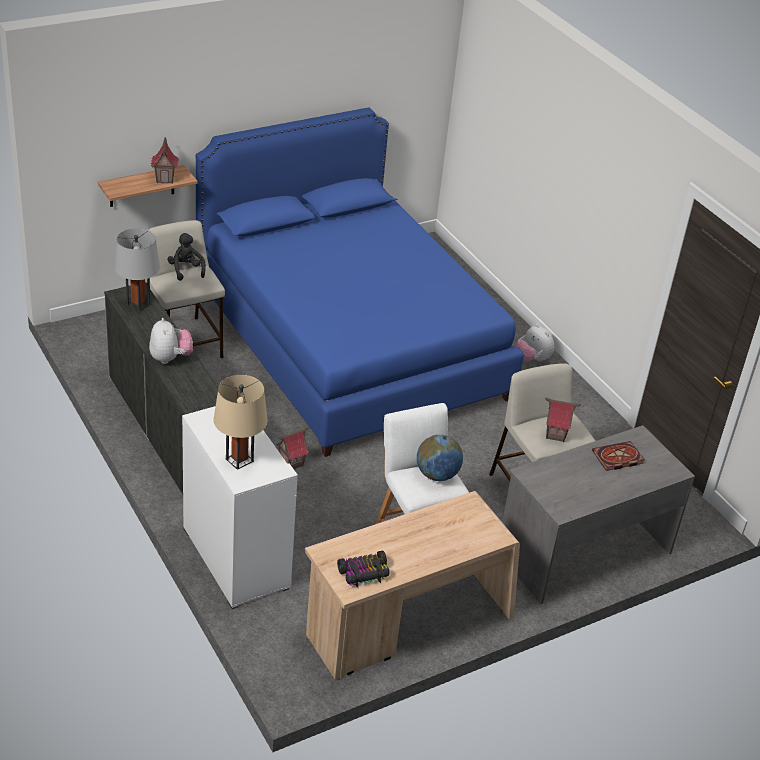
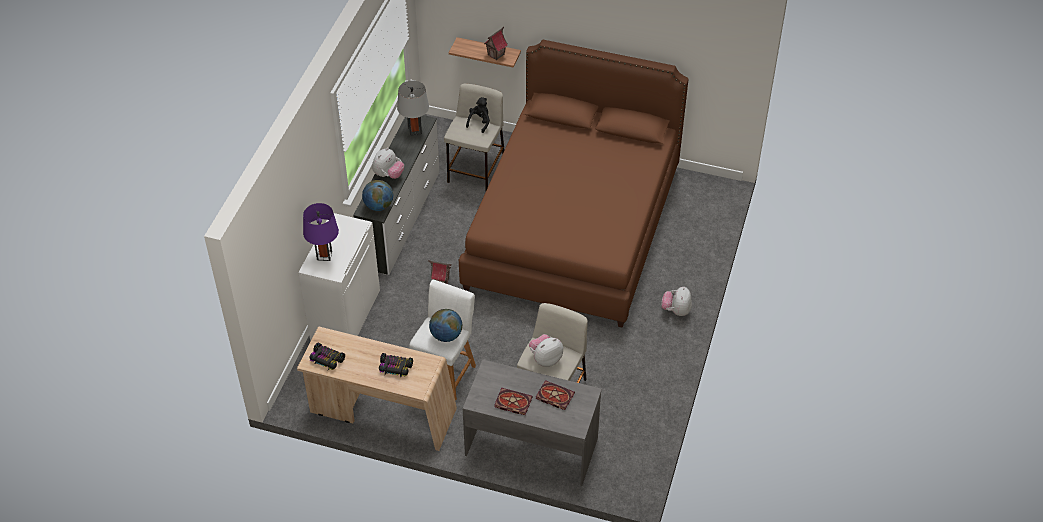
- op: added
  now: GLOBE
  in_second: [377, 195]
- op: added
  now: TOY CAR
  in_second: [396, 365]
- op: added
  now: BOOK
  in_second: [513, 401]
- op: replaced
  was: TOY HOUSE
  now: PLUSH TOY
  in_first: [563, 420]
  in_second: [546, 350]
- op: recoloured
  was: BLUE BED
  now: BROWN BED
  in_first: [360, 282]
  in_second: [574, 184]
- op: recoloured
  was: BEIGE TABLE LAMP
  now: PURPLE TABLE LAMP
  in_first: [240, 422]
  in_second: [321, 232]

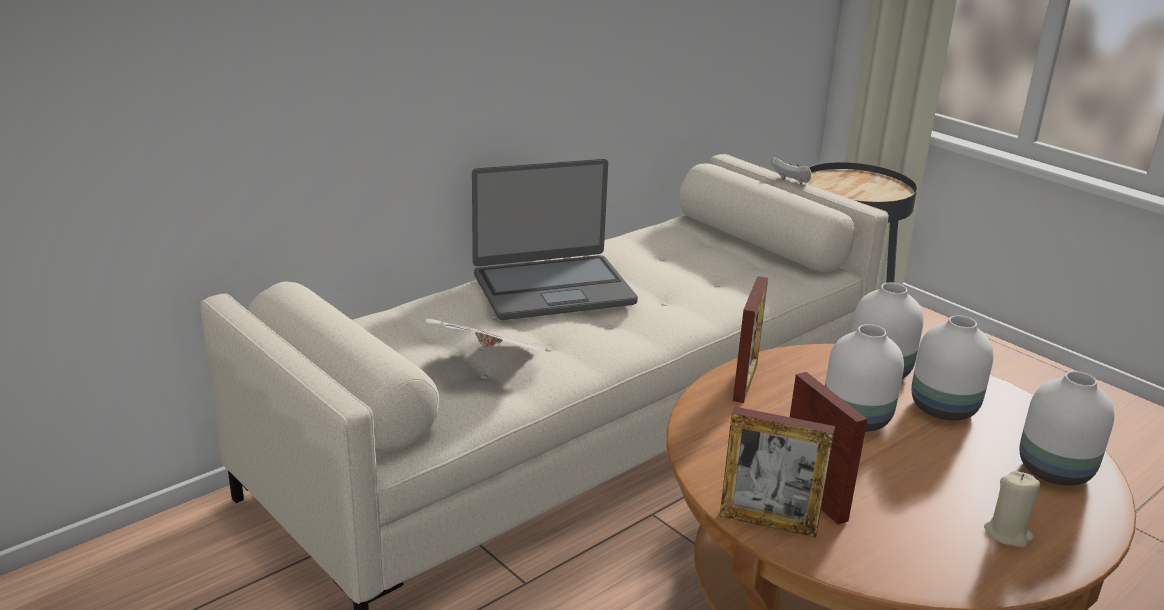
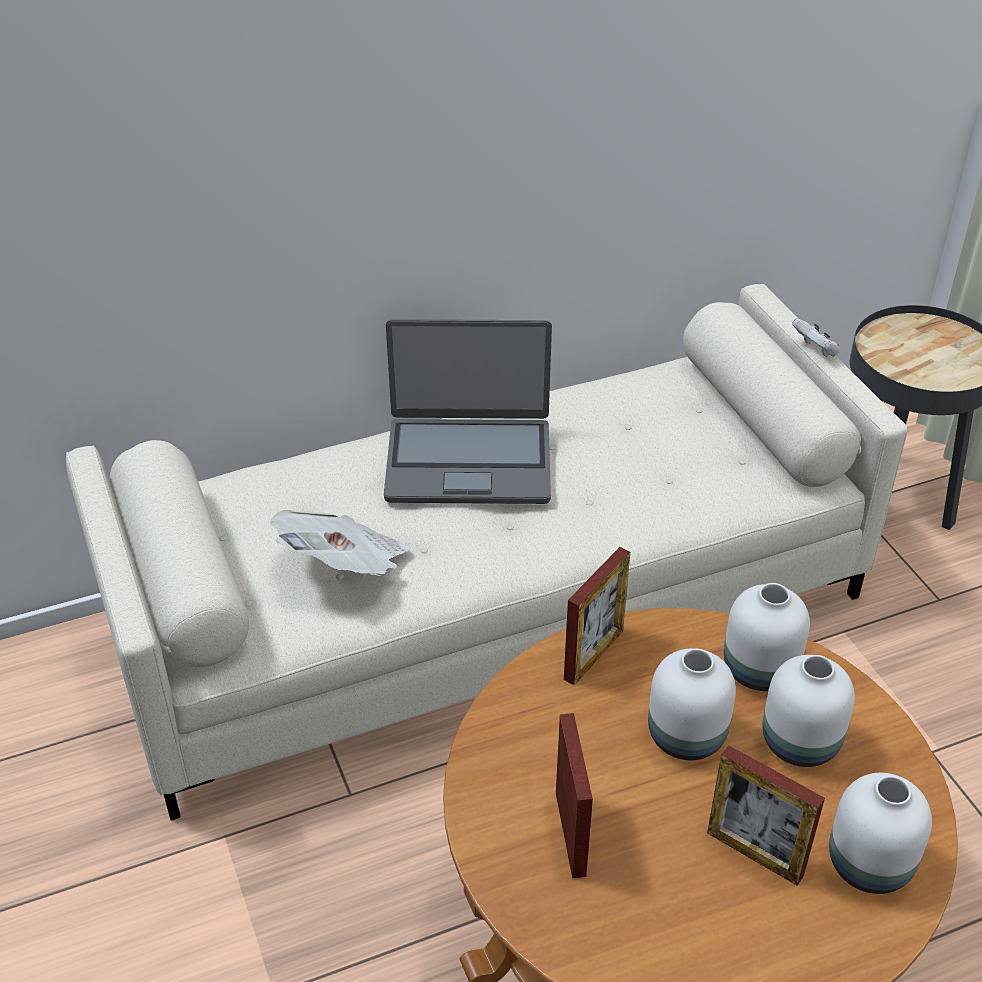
- op: removed
  was: BEIGE CANDLE
  in_first: [1012, 509]
- op: moved
  was: PICTURE FRAME
  in_first: [777, 472]
  in_second: [766, 815]

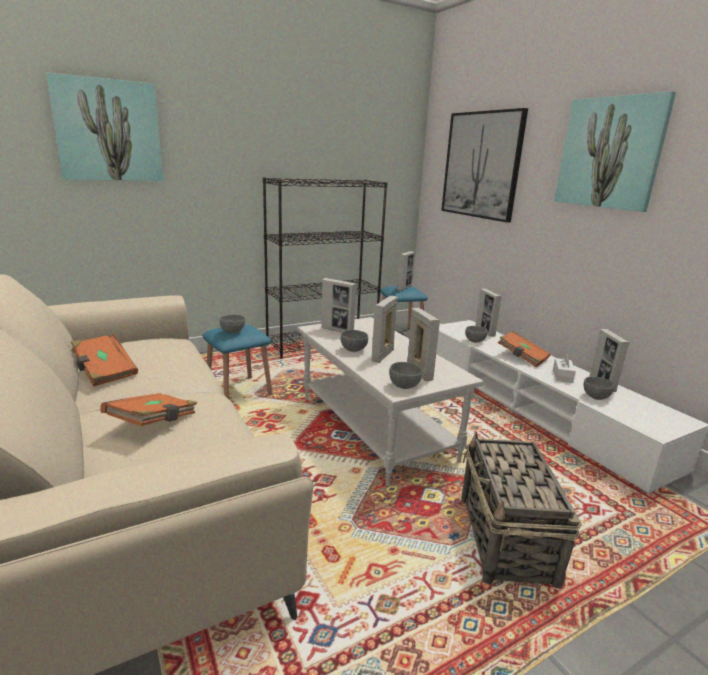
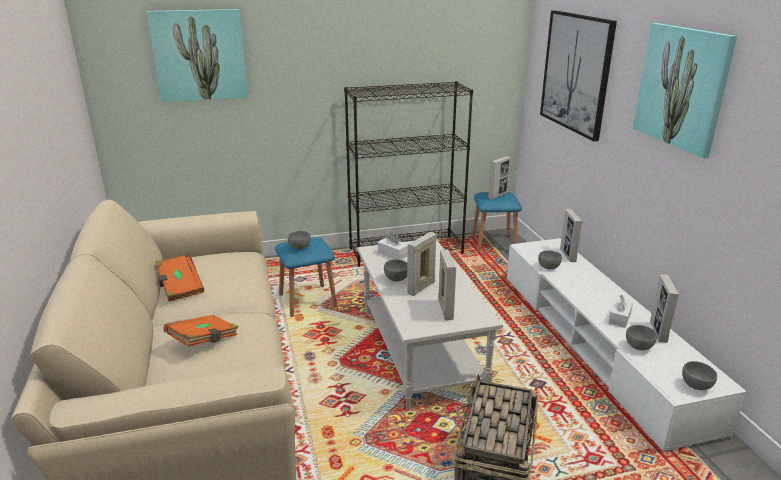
- op: removed
  was: ORANGE BOOK
  in_first: [524, 349]
- op: moved
  was: GREY BOWL
  in_first: [405, 375]
  in_second: [699, 375]
- op: replaced
  was: PICTURE FRAME
  now: WHITE TISSUE BOX
  in_first: [339, 305]
  in_second: [393, 246]

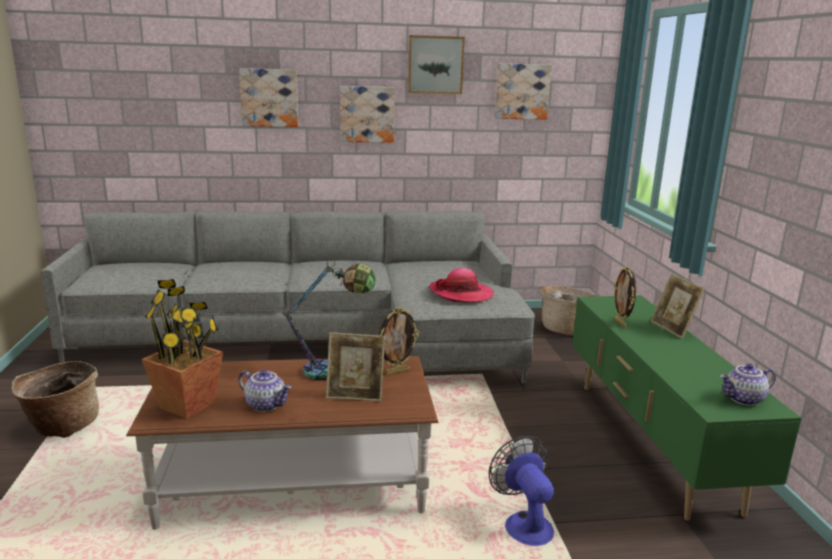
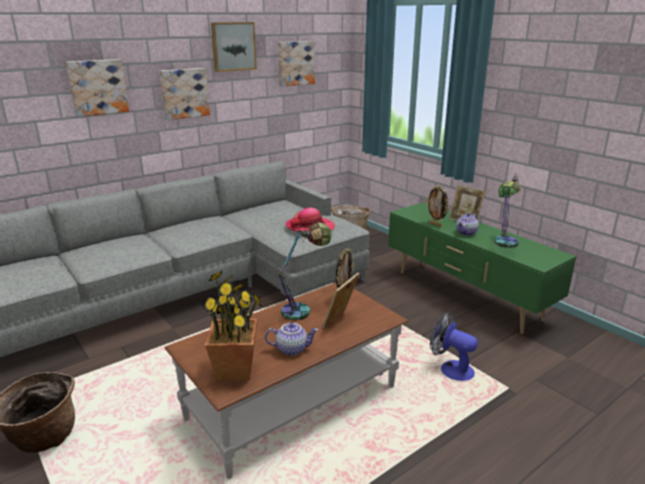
- op: added
  now: TABLE LAMP
  in_second: [507, 210]
- op: moved
  was: TEAPOT
  in_first: [748, 385]
  in_second: [467, 224]
- op: turned
  was: PICTURE FRAME
  in_first: [355, 367]
  in_second: [341, 300]
  clockwise: 150

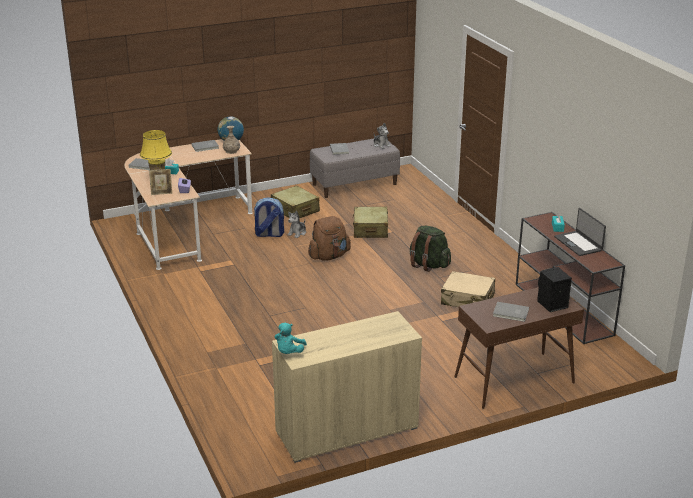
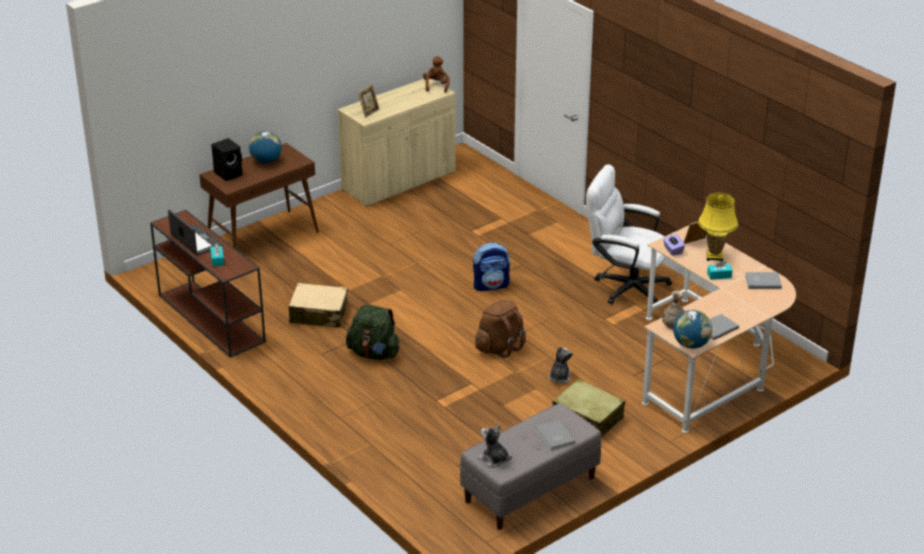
- op: removed
  was: BEIGE SUITCASE
  in_first: [370, 222]
- op: added
  now: PICTURE FRAME
  in_second: [369, 101]
- op: added
  now: WHITE OFFICE CHAIR
  in_second: [629, 234]
- op: moved
  was: BACKPACK
  in_first: [268, 217]
  in_second: [491, 266]
- op: replaced
  was: GREY BOOK
  now: GLOBE
  in_first: [511, 312]
  in_second: [265, 147]
- op: recoloured
  was: TURQUOISE PLUSH TOY
  now: BROWN PLUSH TOY
  in_first: [290, 338]
  in_second: [436, 74]

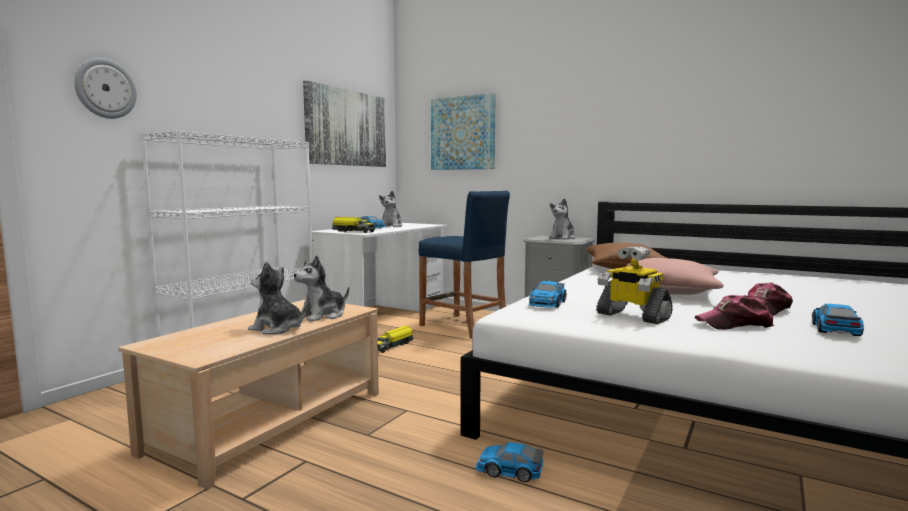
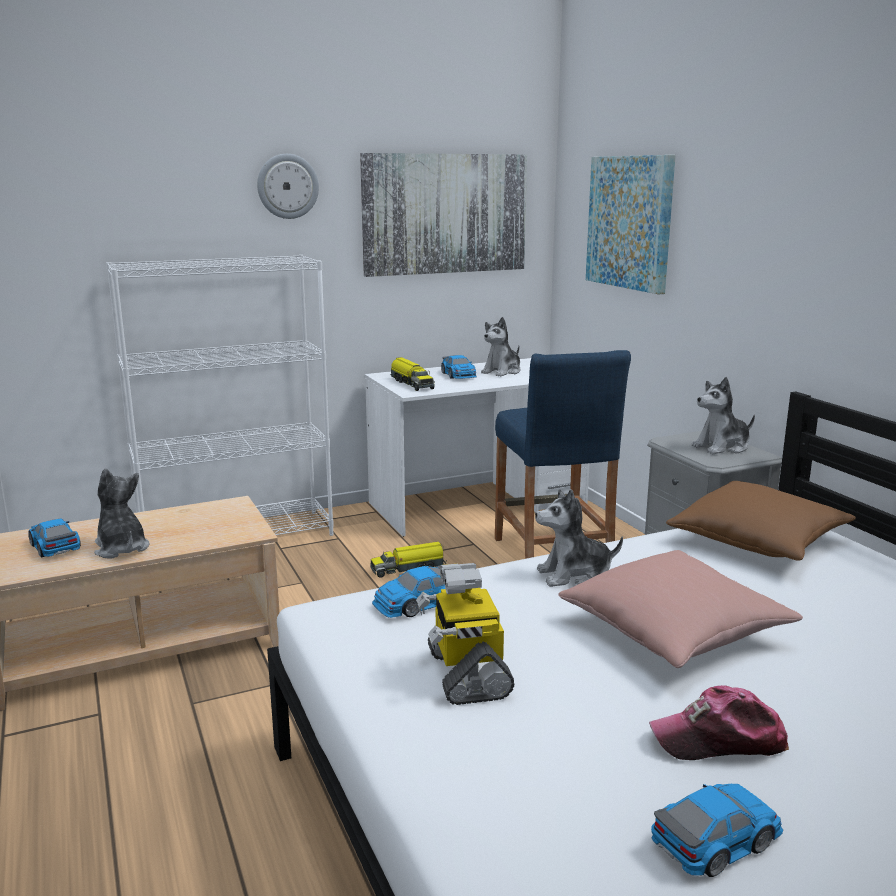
- op: removed
  was: CAP
  in_first: [734, 312]
- op: moved
  was: WALL CLOCK
  in_first: [105, 88]
  in_second: [288, 186]
- op: moved
  was: PLUSH TOY
  in_first: [321, 288]
  in_second: [579, 538]
- op: moved
  was: TOY CAR
  in_first: [509, 462]
  in_second: [54, 538]

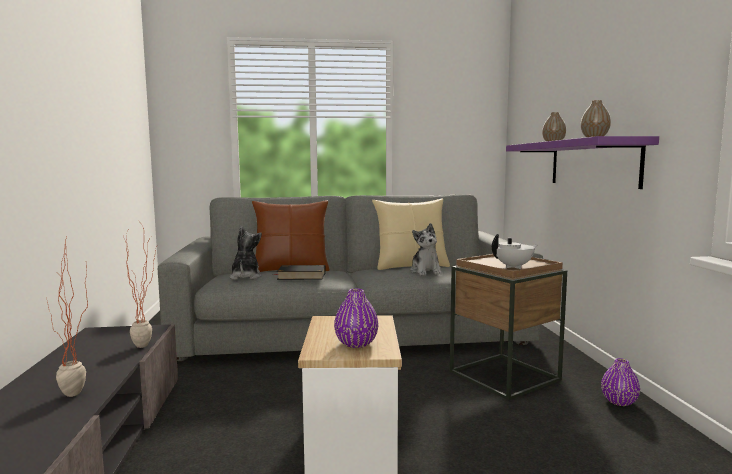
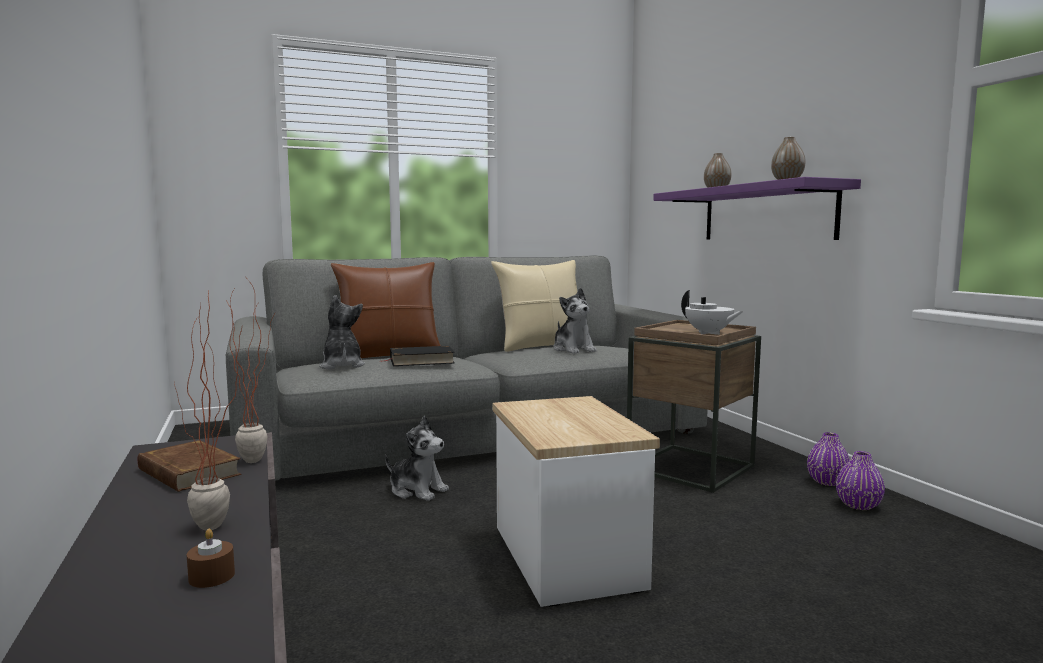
- op: added
  now: BROWN BOOK
  in_second: [189, 466]
- op: added
  now: BROWN CANDLE
  in_second: [211, 558]
- op: added
  now: PLUSH TOY
  in_second: [417, 458]
- op: moved
  was: PURPLE VASE
  in_first: [356, 318]
  in_second: [860, 480]
- op: turned
  was: WHITE TEAPOT
  in_first: [515, 251]
  in_second: [712, 312]
  clockwise: 90

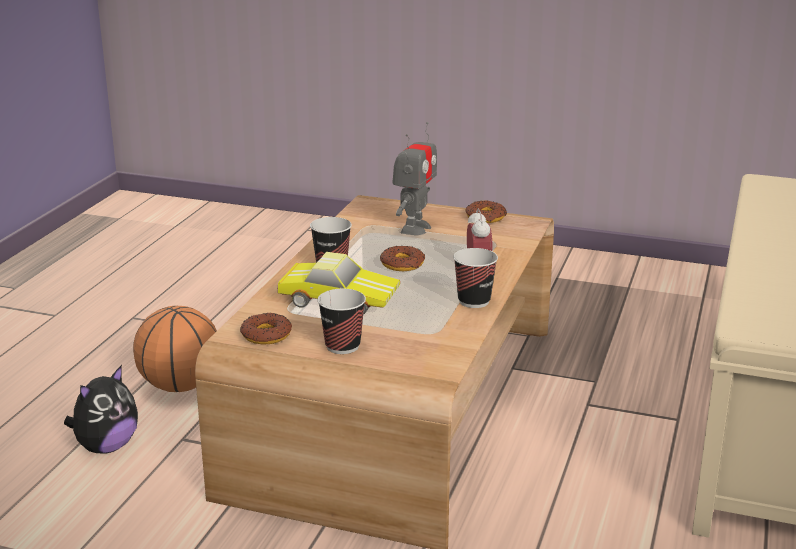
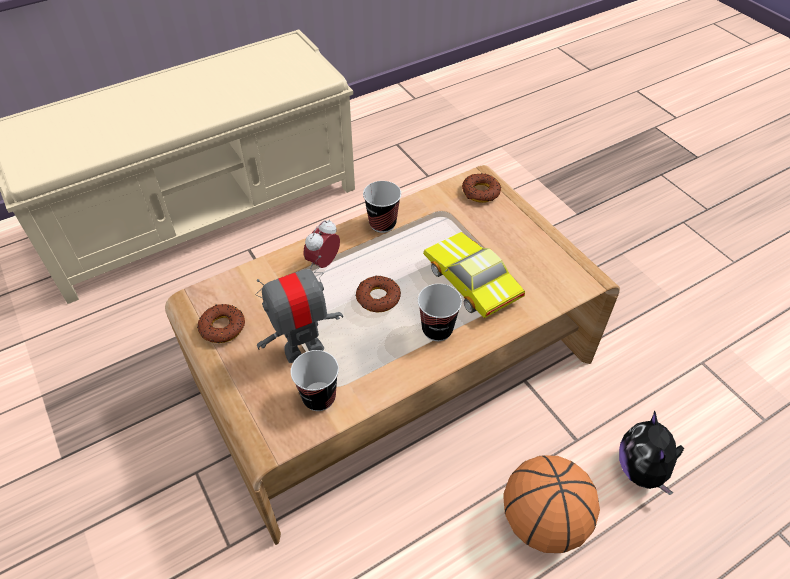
- op: moved
  was: DONUT
  in_first: [266, 328]
  in_second: [481, 188]
- op: moved
  was: CUP
  in_first: [342, 321]
  in_second: [315, 380]
- op: turned
  was: PLUSH TOY
  in_first: [101, 409]
  in_second: [651, 452]
  clockwise: -75

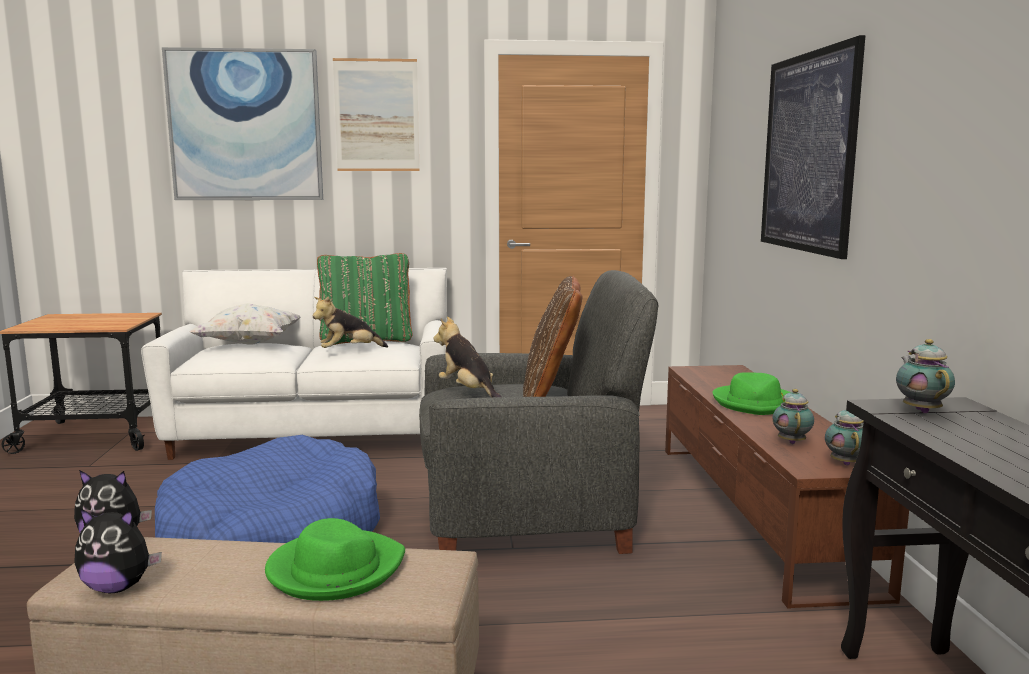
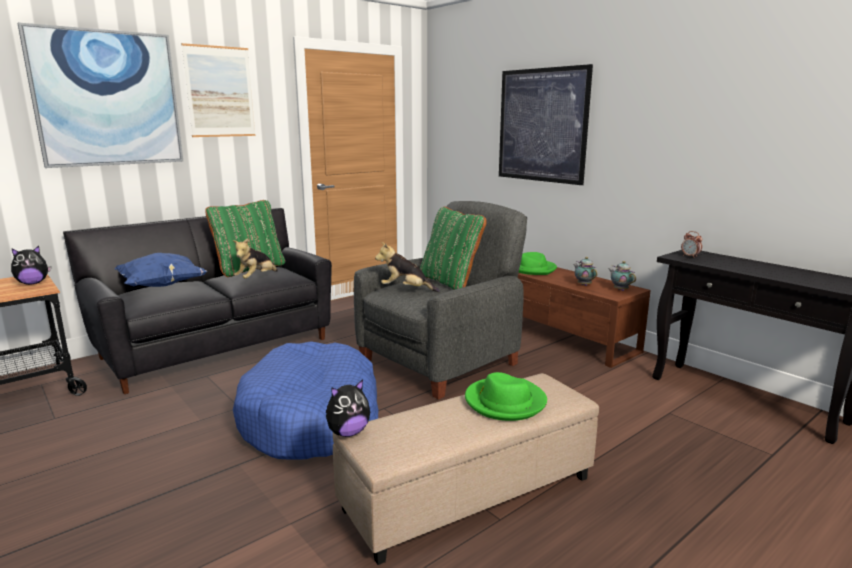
- op: moved
  was: PLUSH TOY
  in_first: [118, 550]
  in_second: [31, 265]
- op: replaced
  was: TEAPOT
  now: ALARM CLOCK
  in_first: [925, 376]
  in_second: [691, 244]
- op: recoloured
  was: WHITE SOFA
  now: BLACK SOFA
  in_first: [294, 364]
  in_second: [197, 301]
- op: recoloured
  was: WHITE PILLOW
  now: BLUE PILLOW
  in_first: [244, 323]
  in_second: [161, 270]
- op: recoloured
  was: BROWN PILLOW
  now: GREEN PILLOW
  in_first: [552, 336]
  in_second: [453, 248]

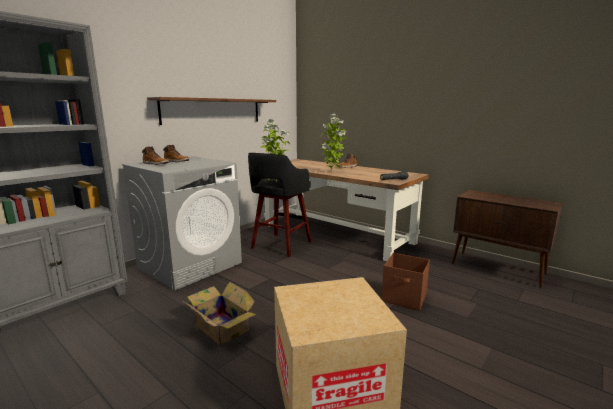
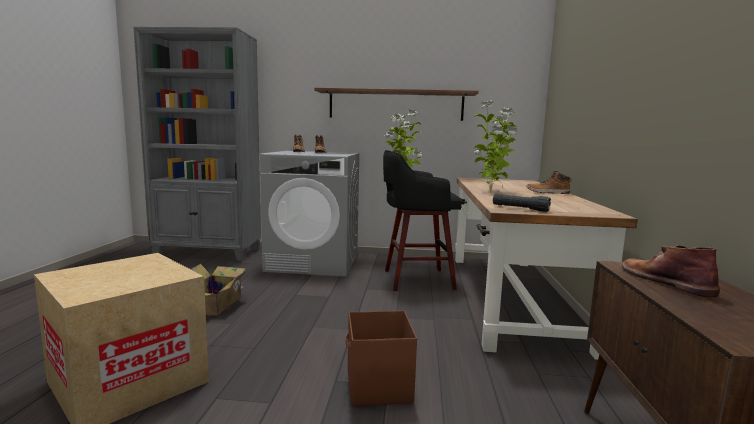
- op: added
  now: BROWN BOOT
  in_second: [671, 271]

